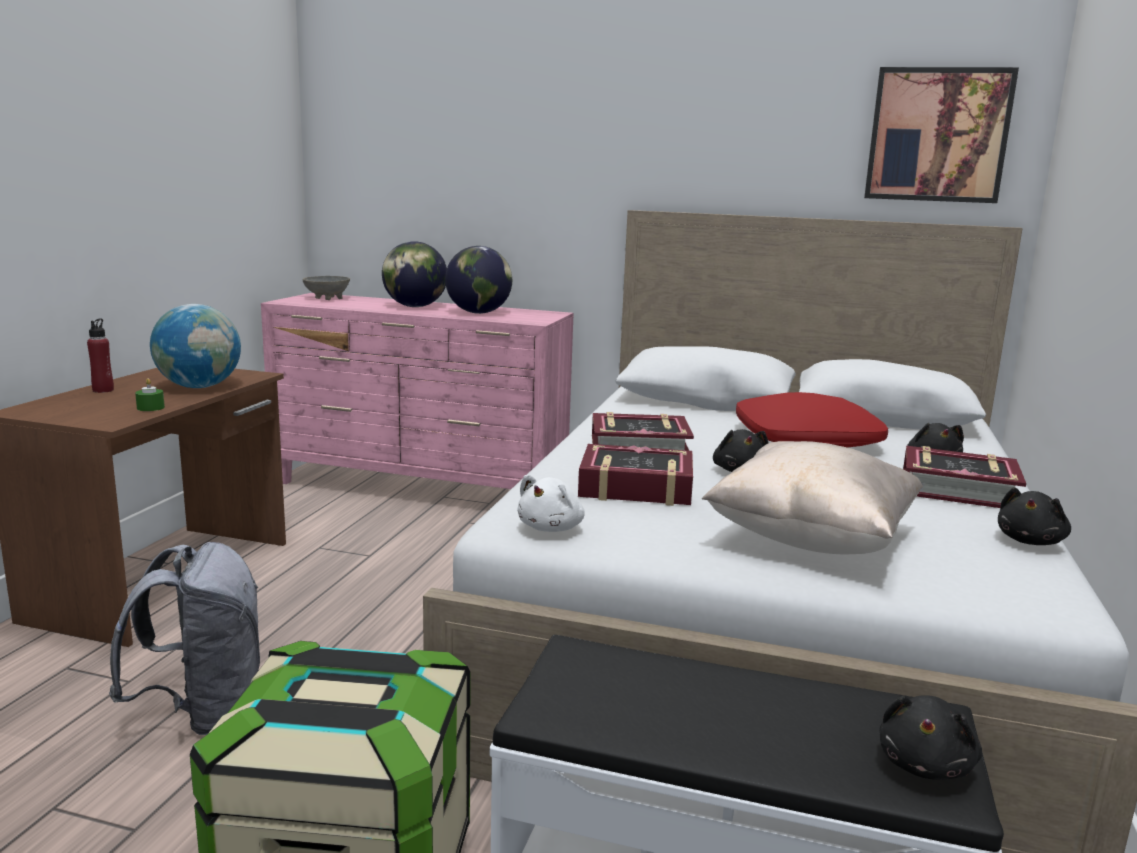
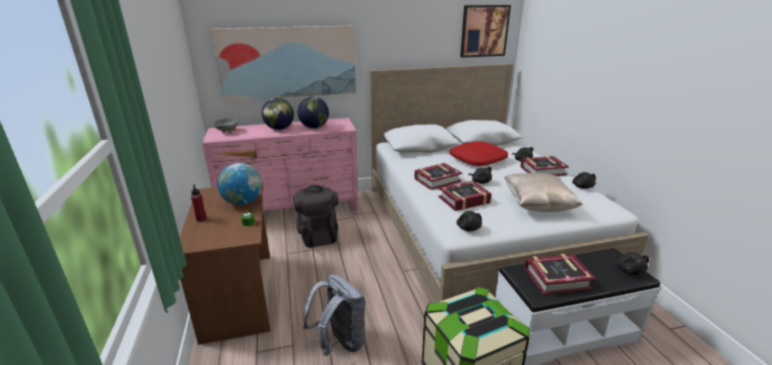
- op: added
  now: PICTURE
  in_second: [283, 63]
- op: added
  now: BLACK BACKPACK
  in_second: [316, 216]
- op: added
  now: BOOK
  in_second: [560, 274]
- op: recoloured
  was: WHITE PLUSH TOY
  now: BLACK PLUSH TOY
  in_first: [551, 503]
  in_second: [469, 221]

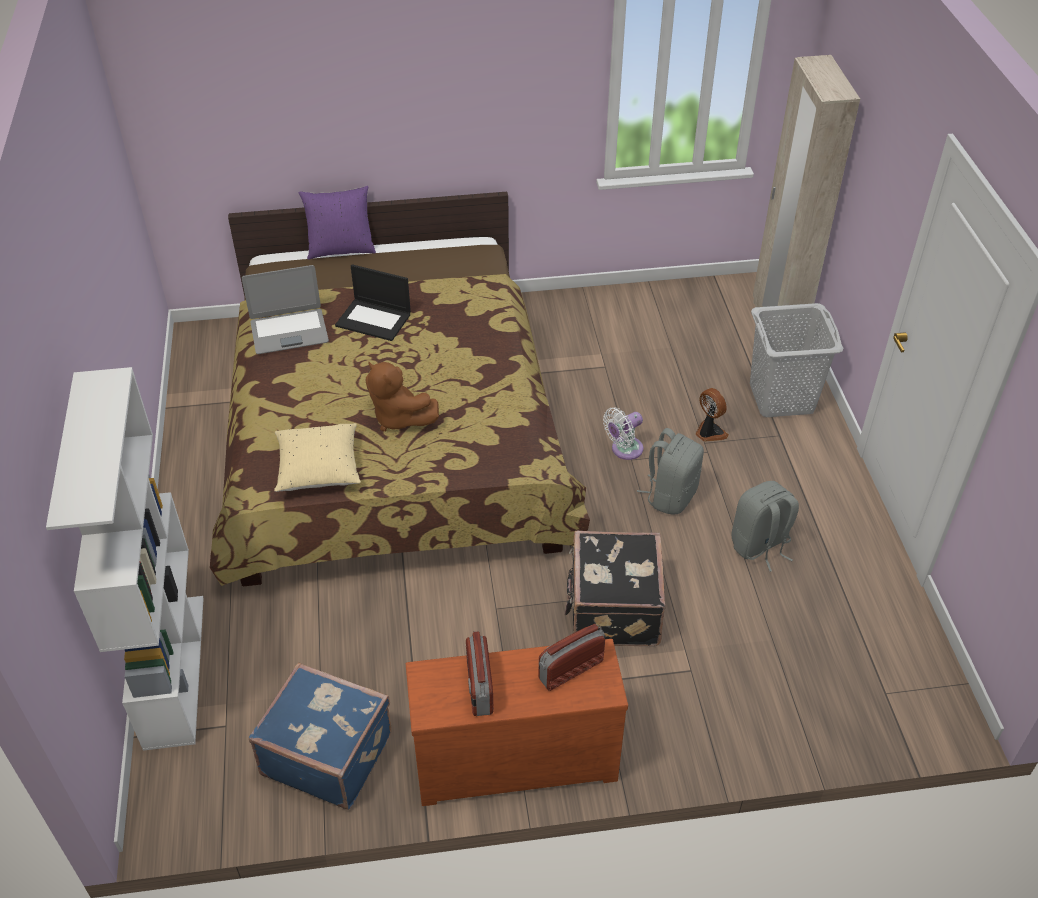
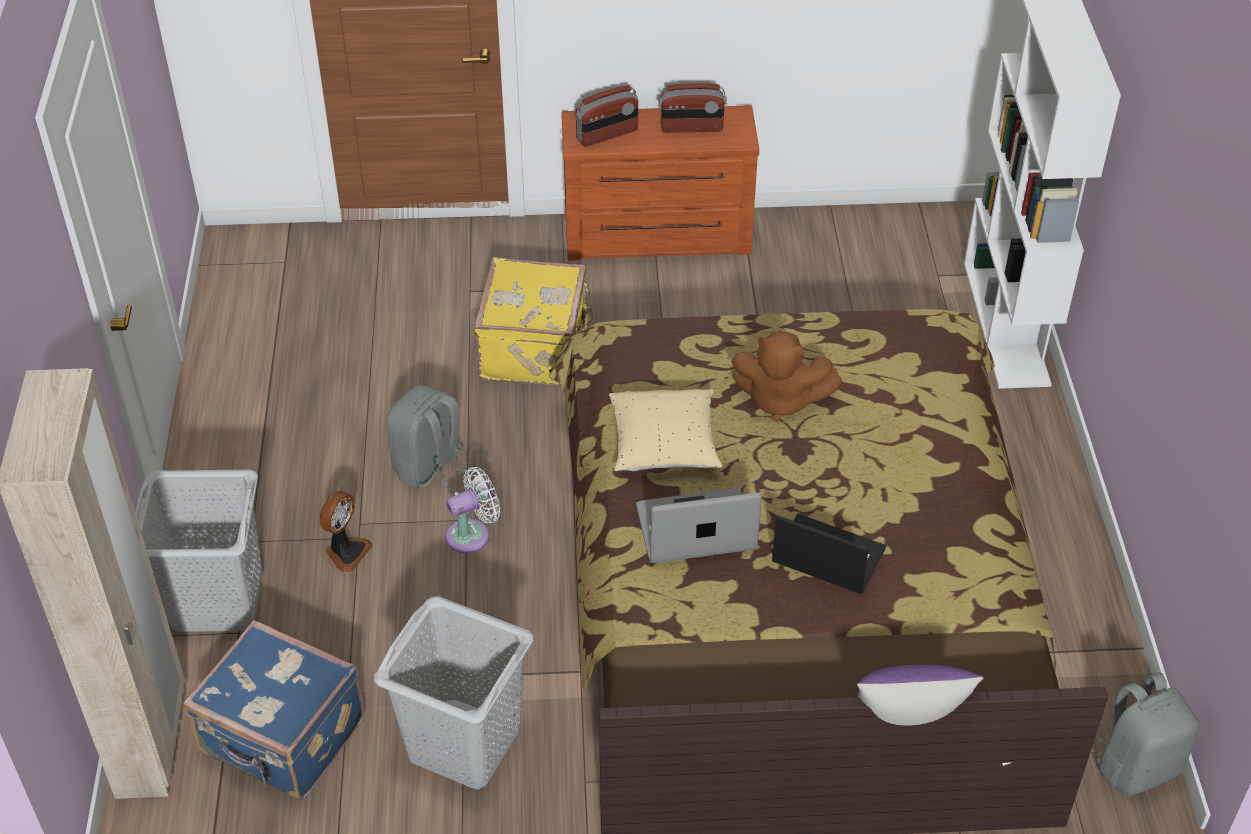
- op: added
  now: GREY LAUNDRY BASKET
  in_second: [453, 692]
- op: moved
  was: LAPTOP
  in_first: [285, 309]
  in_second: [699, 525]
- op: moved
  was: BLUE SUITCASE
  in_first: [320, 736]
  in_second: [274, 710]
- op: moved
  was: BEIGE PILLOW
  in_first: [317, 457]
  in_second: [666, 430]
- op: moved
  was: GREY BACKPACK
  in_first: [765, 526]
  in_second: [1147, 734]
- op: recoloured
  was: BLACK SUITCASE
  now: YELLOW SUITCASE
  in_first: [615, 588]
  in_second: [533, 321]
- op: turned
  was: BROWN PLUSH TOY
  in_first: [402, 396]
  in_second: [786, 376]
  clockwise: 150
- op: turned
  was: RADIO
  in_first: [480, 673]
  in_second: [693, 108]
  clockwise: 90
- op: turned
  was: FAN
  in_first: [712, 415]
  in_second: [346, 532]
  clockwise: -120

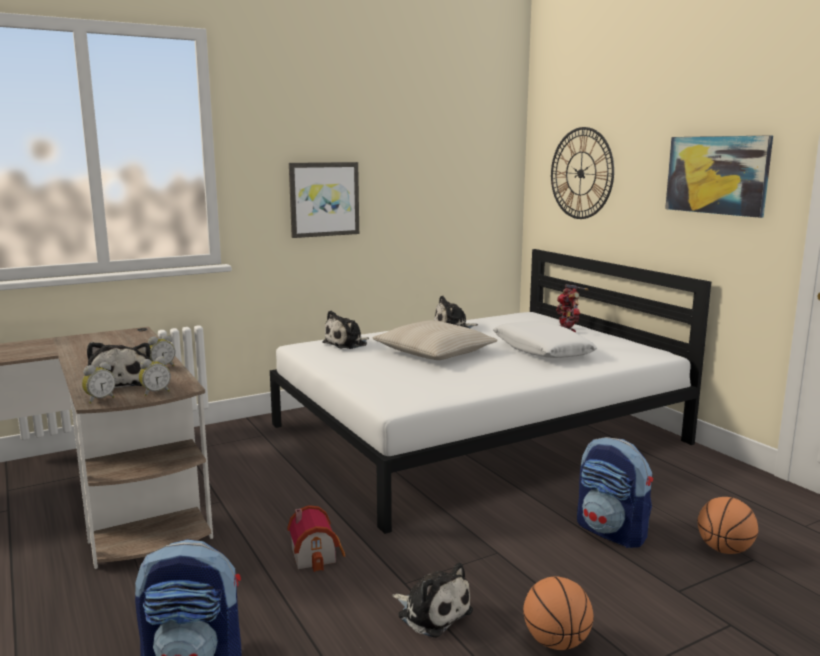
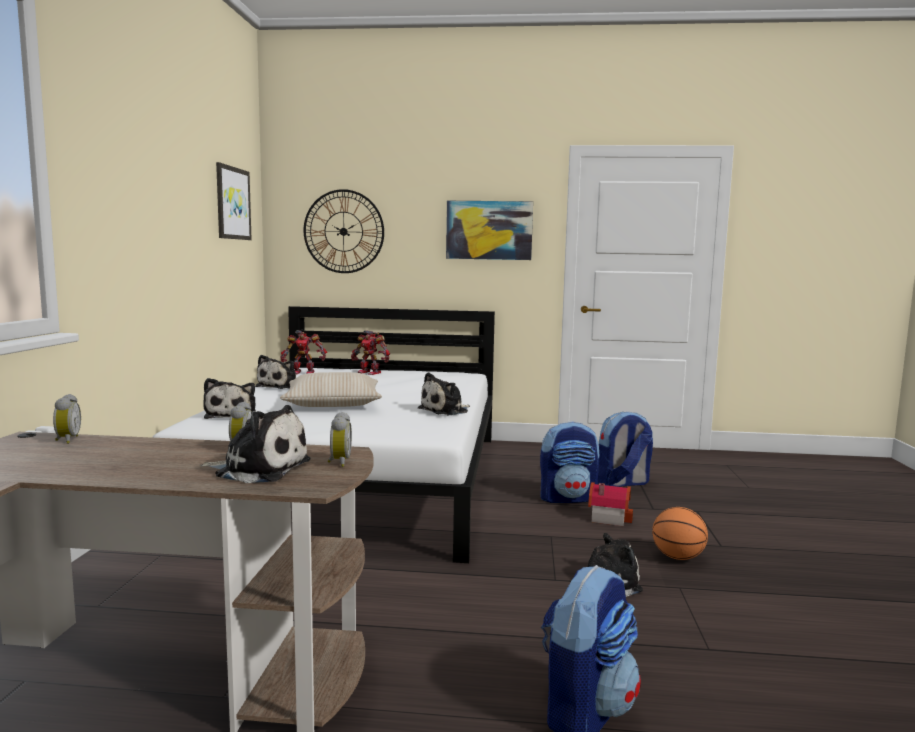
- op: removed
  was: WHITE PILLOW
  in_first: [545, 339]
- op: added
  now: TOY ROBOT
  in_second: [303, 352]
- op: added
  now: PLUSH TOY
  in_second: [444, 394]
- op: moved
  was: ALARM CLOCK
  in_first: [99, 383]
  in_second: [67, 419]
- op: moved
  was: TOY HOUSE
  in_first: [316, 538]
  in_second: [610, 504]
- op: moved
  was: PICTURE
  in_first: [324, 200]
  in_second: [234, 201]
- op: replaced
  was: BASKETBALL
  now: BACKPACK
  in_first: [727, 525]
  in_second: [625, 449]

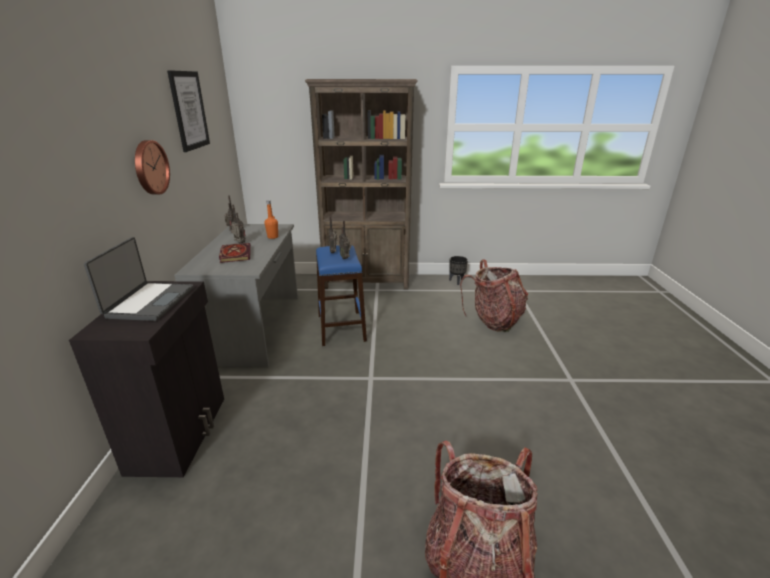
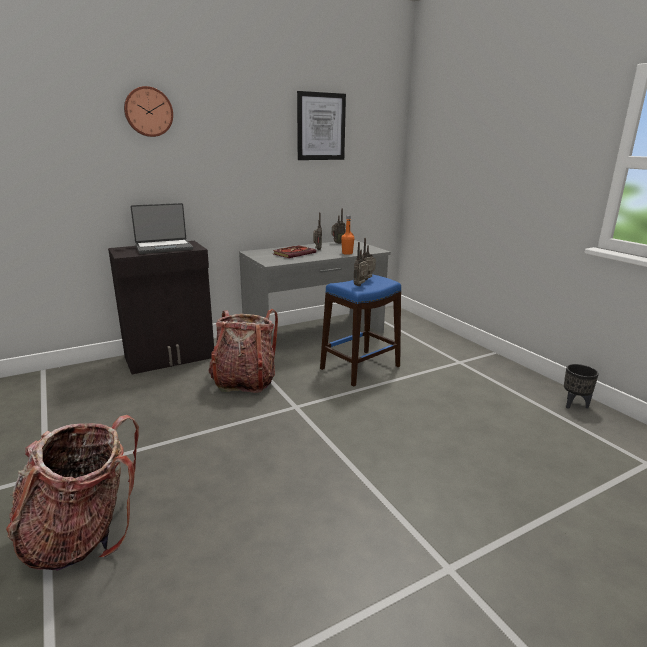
- op: removed
  was: BROWN BOOKCASE
  in_first: [361, 184]
- op: moved
  was: WALL CLOCK
  in_first: [152, 167]
  in_second: [148, 111]
- op: moved
  was: BACKPACK
  in_first: [494, 295]
  in_second: [243, 351]

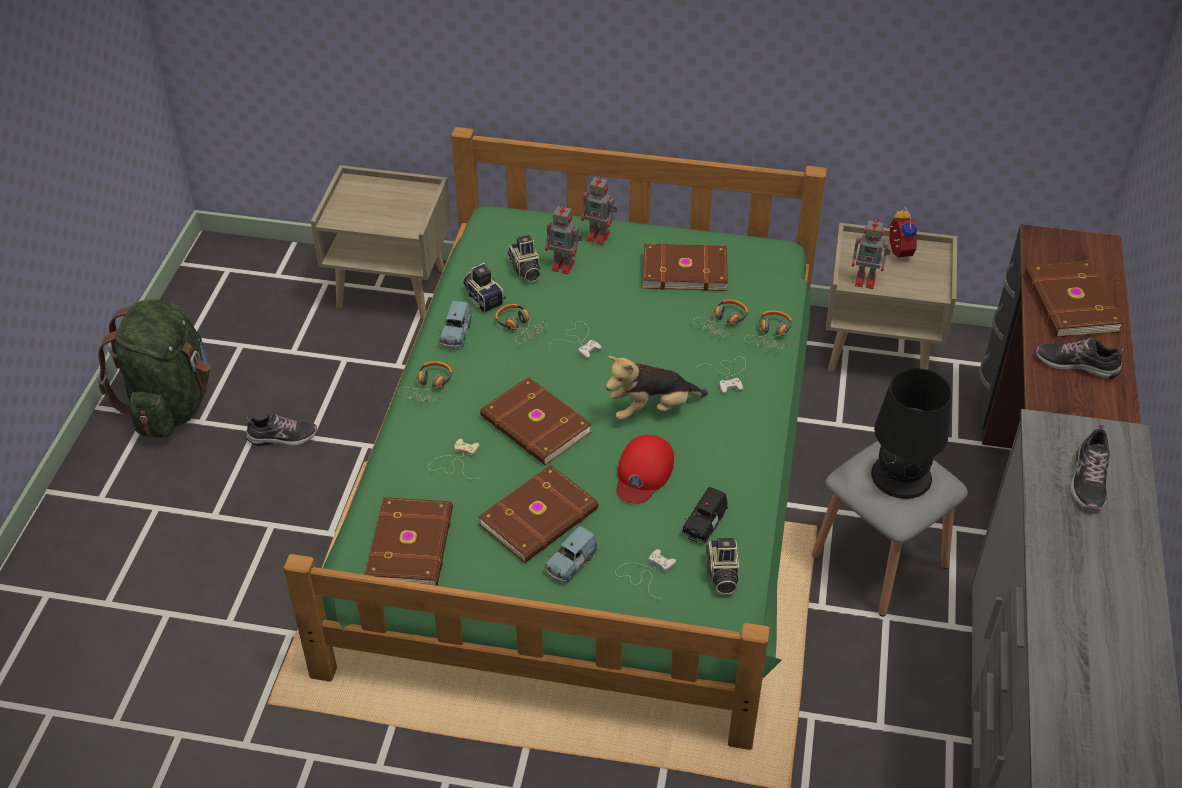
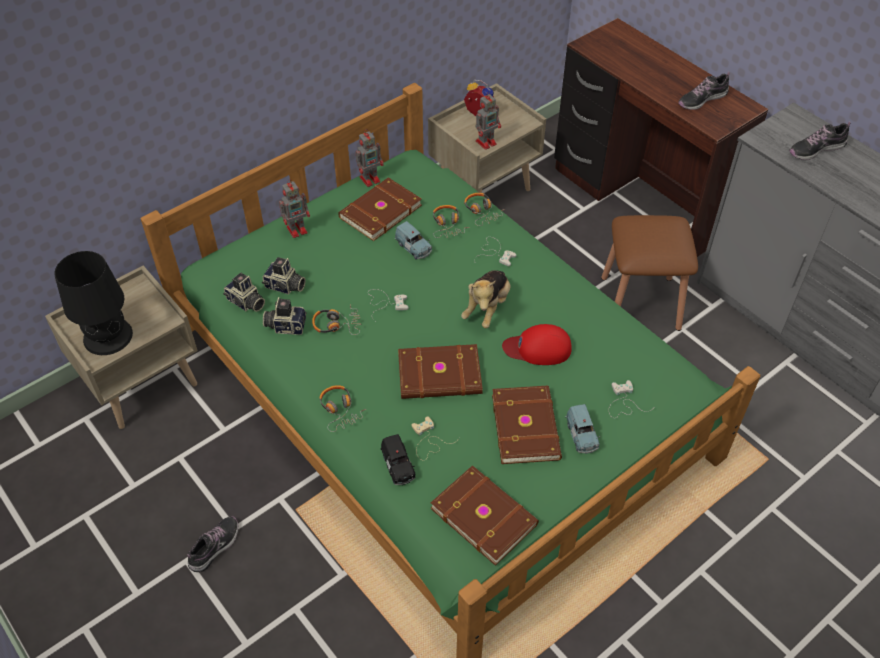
- op: removed
  was: GREEN BACKPACK
  in_first: [153, 368]
- op: removed
  was: BROWN BOOK
  in_first: [1074, 299]
- op: moved
  was: BLUE TOY CAR
  in_first: [456, 325]
  in_second: [413, 240]
- op: moved
  was: TOY ROBOT
  in_first: [563, 238]
  in_second: [369, 158]
- op: moved
  was: BLACK TOY CAR
  in_first: [705, 515]
  in_second: [398, 459]
- op: moved
  was: PHOTO CAMERA
  in_first: [722, 566]
  in_second: [244, 292]
- op: moved
  was: BLACK TABLE LAMP
  in_first: [911, 433]
  in_second: [93, 303]
- op: recoloured
  was: GREY STOOL
  now: BROWN STOOL
  in_first: [889, 529]
  in_second: [649, 273]
- op: turned
  was: RED CAP
  in_first: [645, 469]
  in_second: [537, 344]
  clockwise: 120
- op: turned
  was: SHOE
  in_first: [1090, 467]
  in_second: [820, 141]
  clockwise: 105

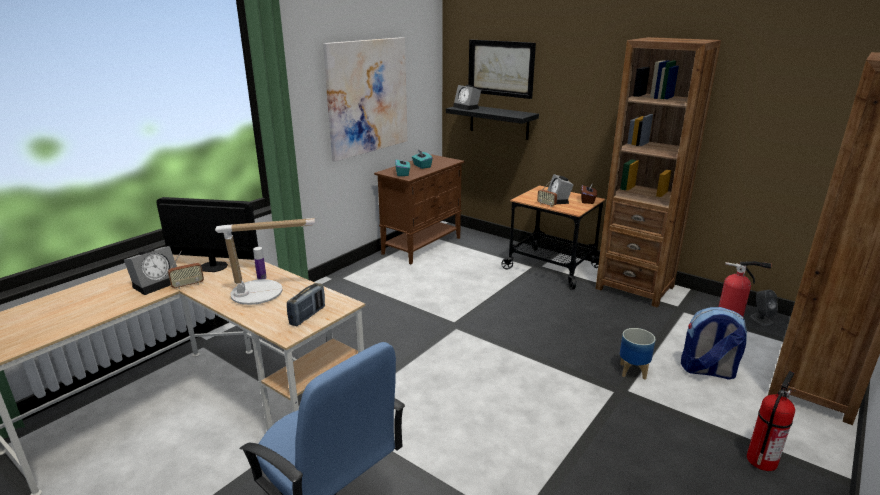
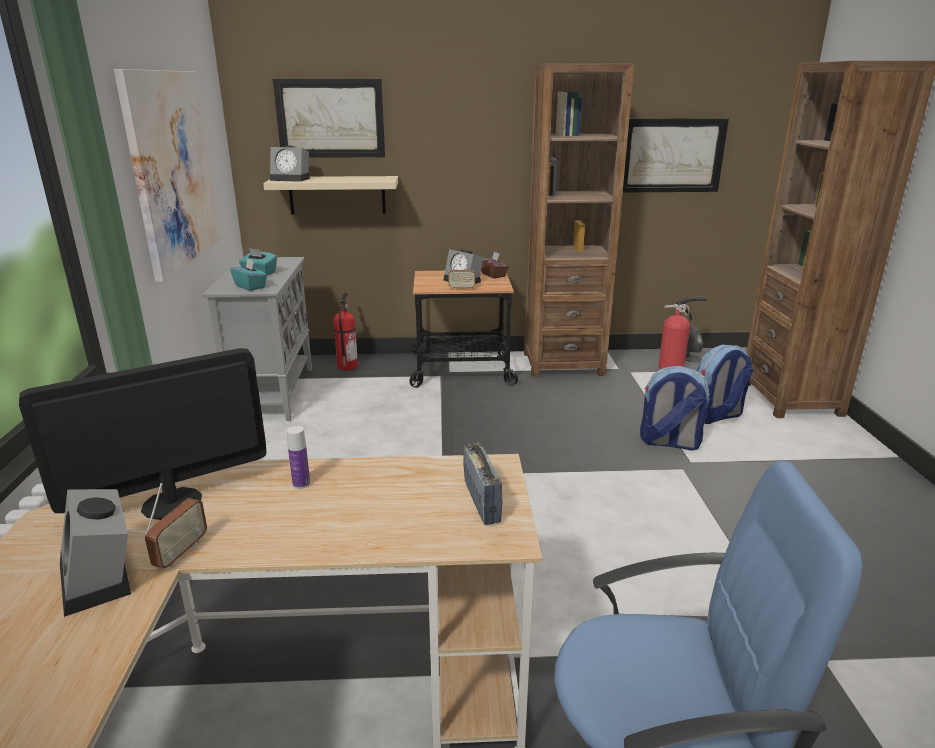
- op: removed
  was: TABLE LAMP
  in_first: [265, 261]
- op: added
  now: PICTURE
  in_second: [676, 155]
- op: moved
  was: FIRE EXTINGUISHER
  in_first: [771, 421]
  in_second: [345, 331]
- op: replaced
  was: PLANTER
  now: BACKPACK
  in_first: [638, 353]
  in_second: [675, 408]
- op: recoloured
  was: BROWN CABINET
  now: GREY CABINET
  in_first: [419, 209]
  in_second: [257, 339]
- op: recoloured
  was: BLACK SHELF
  now: BEIGE SHELF
  in_first: [492, 123]
  in_second: [330, 195]
- op: turned
  was: ALARM CLOCK
  in_first: [150, 270]
  in_second: [95, 553]
  clockwise: 150

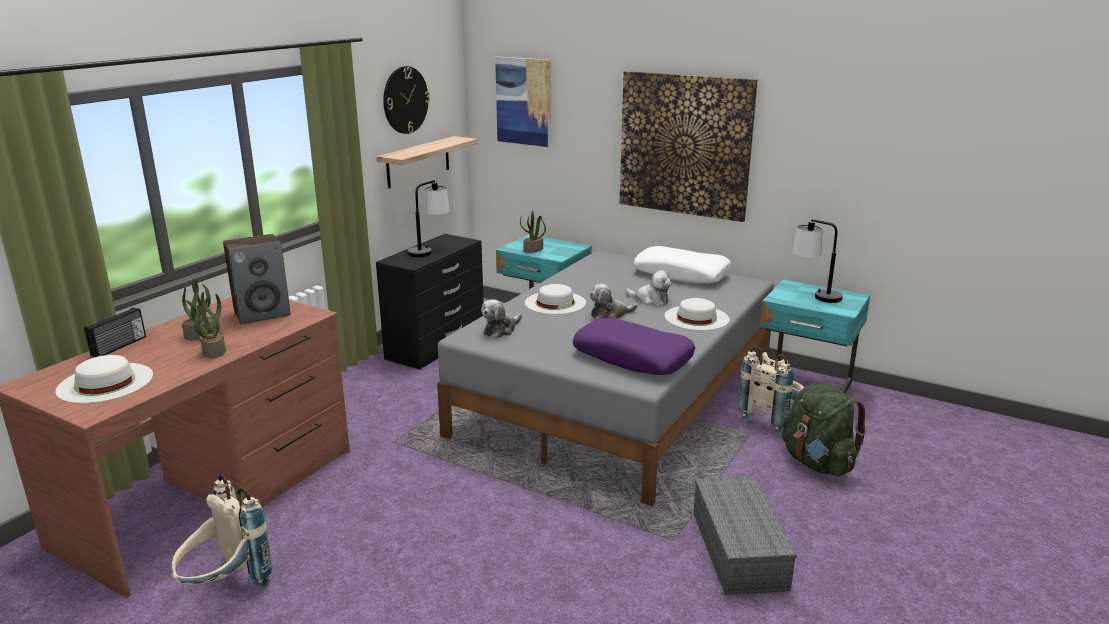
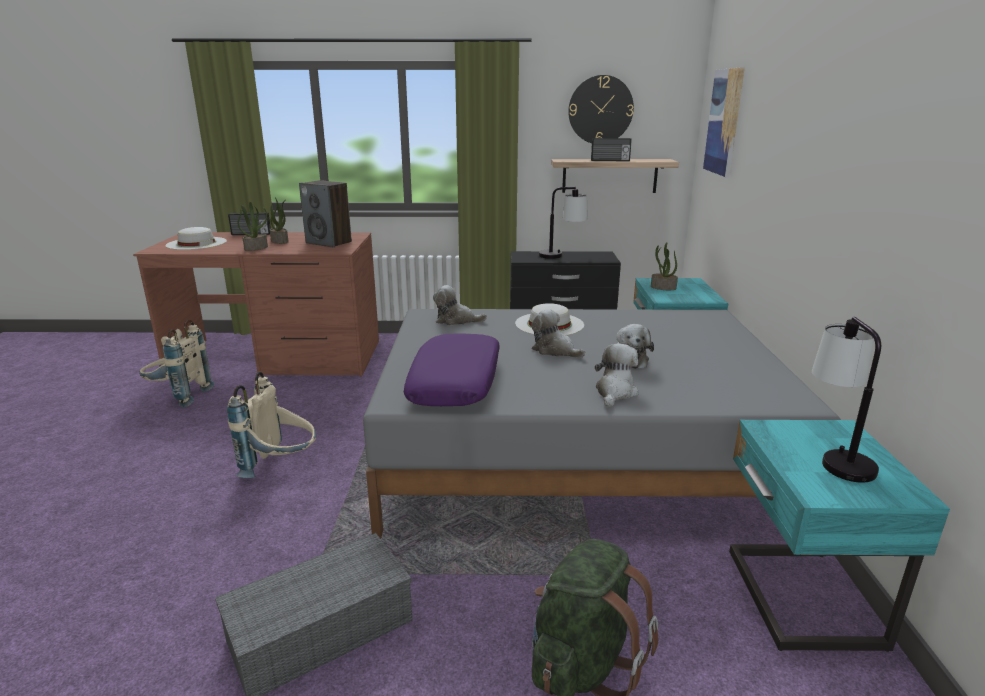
- op: removed
  was: PICTURE
  in_first: [688, 146]
- op: removed
  was: WHITE PILLOW
  in_first: [682, 264]
- op: added
  now: RADIO
  in_second: [611, 149]
- op: moved
  was: BEIGE BACKPACK
  in_first: [771, 390]
  in_second: [271, 425]
- op: replaced
  was: WHITE HAT
  now: PLUSH TOY
  in_first: [697, 314]
  in_second: [617, 375]

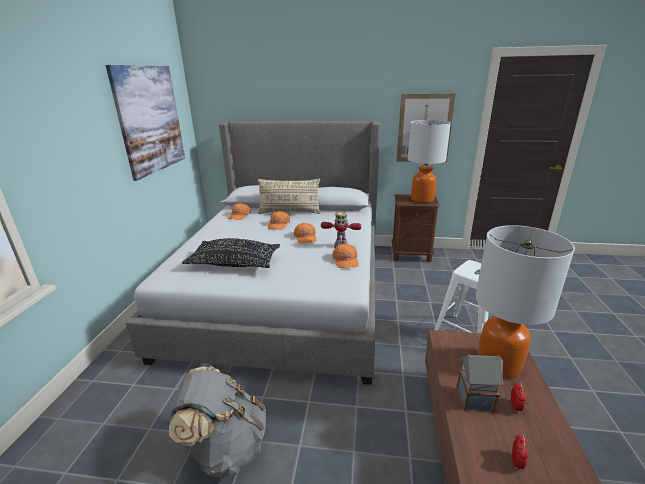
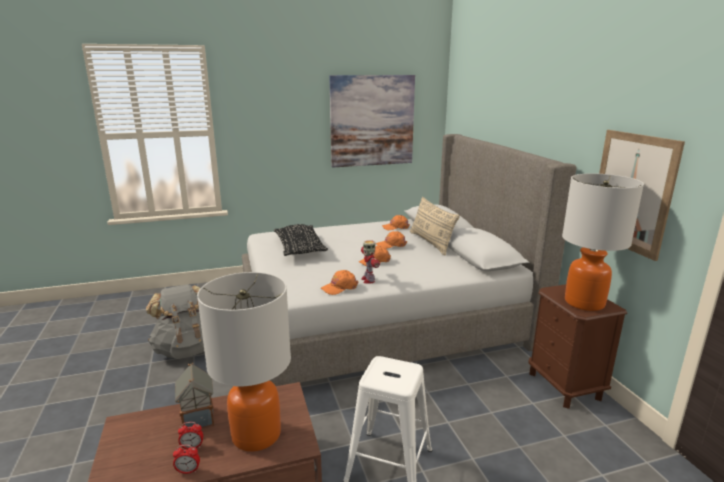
- op: moved
  was: ALARM CLOCK
  in_first: [520, 452]
  in_second: [186, 459]

